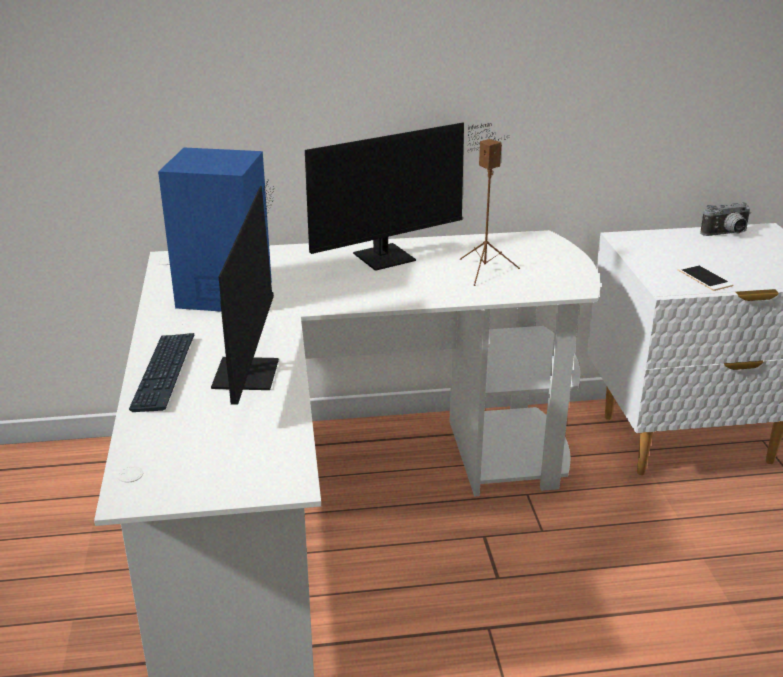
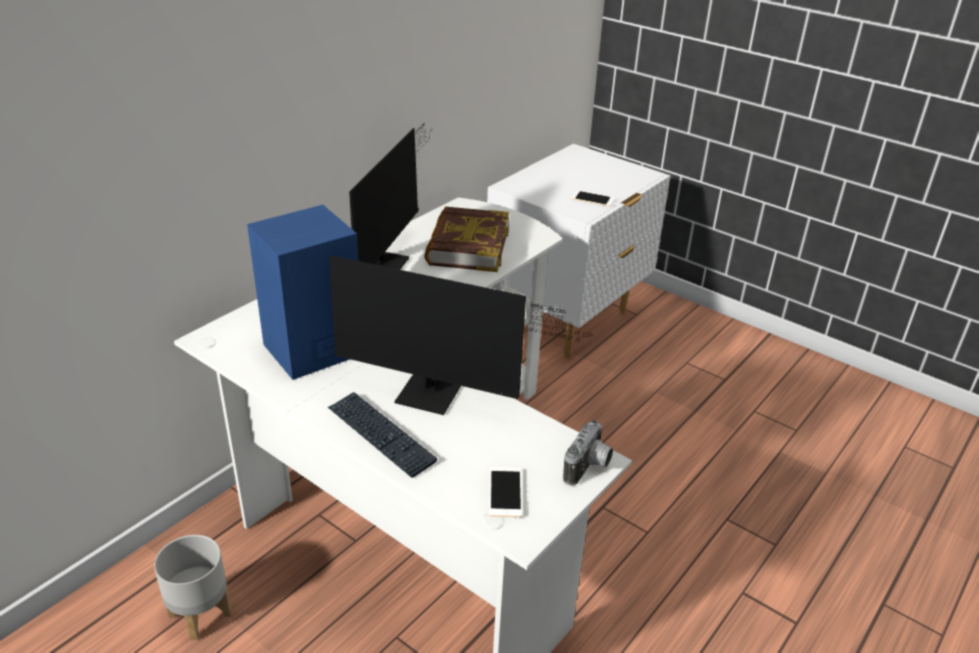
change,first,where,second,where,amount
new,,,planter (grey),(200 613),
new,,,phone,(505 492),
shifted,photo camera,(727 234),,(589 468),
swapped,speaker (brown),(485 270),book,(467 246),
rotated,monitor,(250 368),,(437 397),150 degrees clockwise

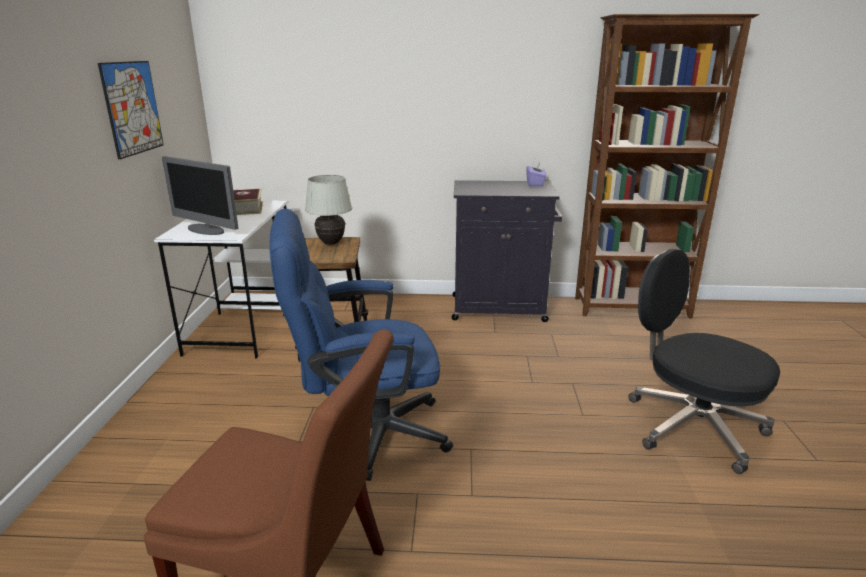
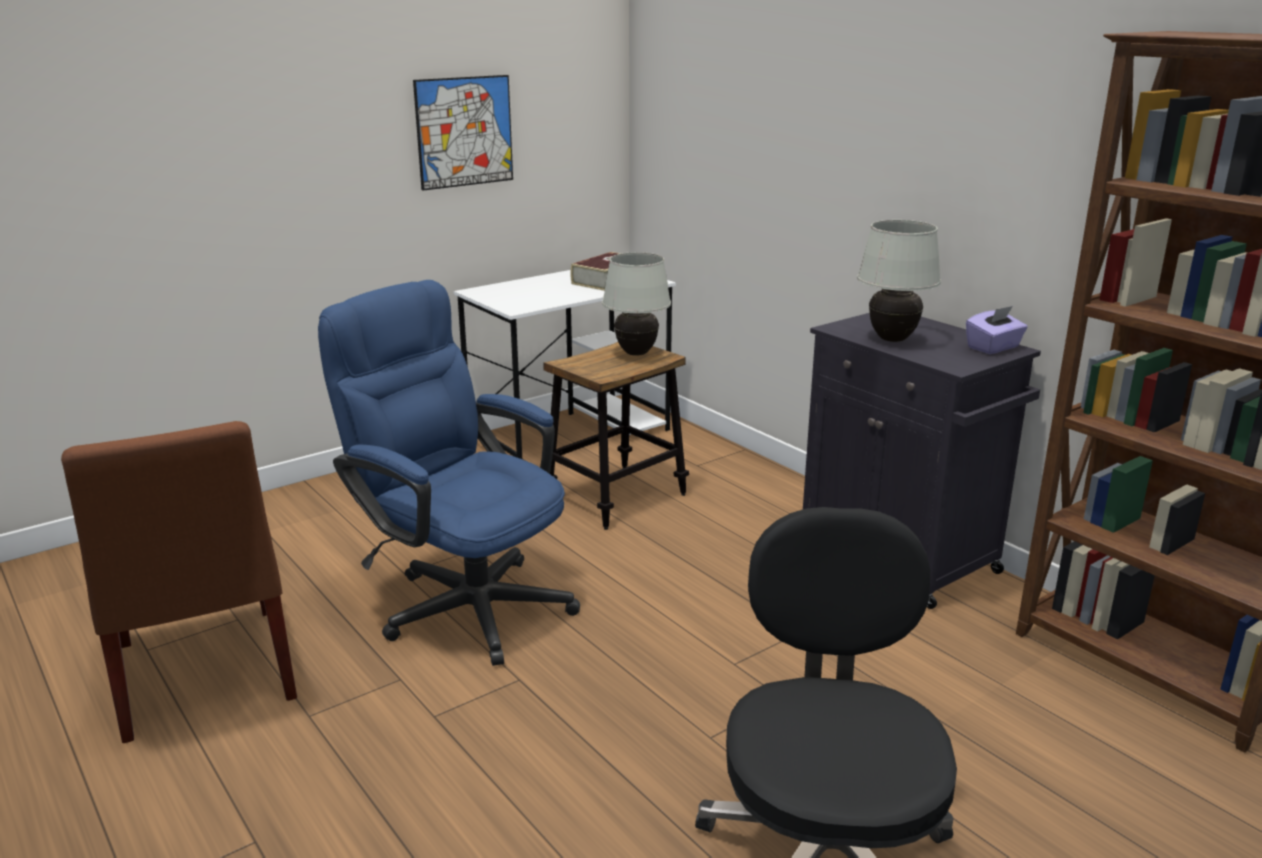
change,first,where,second,where,amount
gone,monitor,(206 230),,,
new,,,table lamp (white),(892 339),

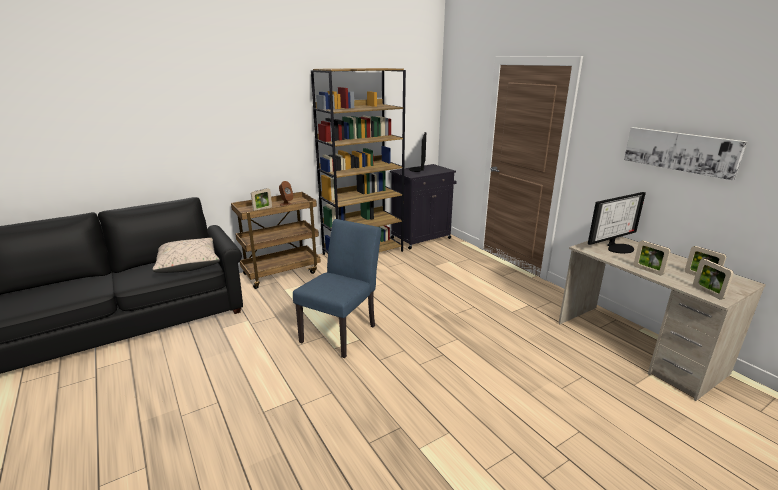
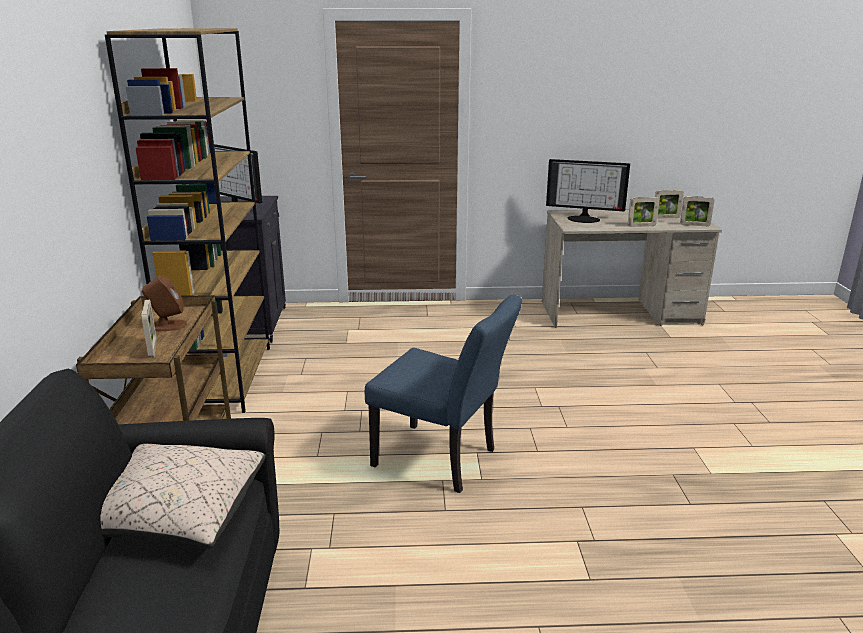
change,first,where,second,where,amount
gone,picture,(680 151),,,
rotated,chair (blue),(342 331),,(443 460),150 degrees clockwise
rotated,monitor,(618 247),,(584 218),105 degrees clockwise

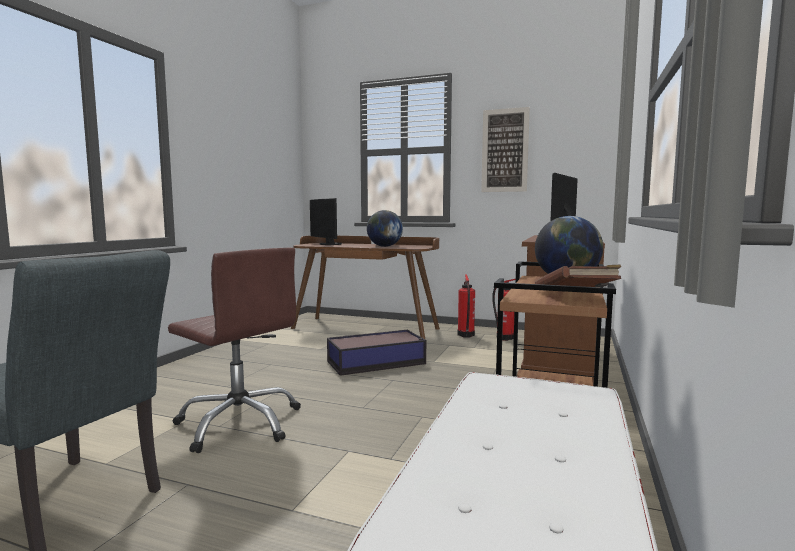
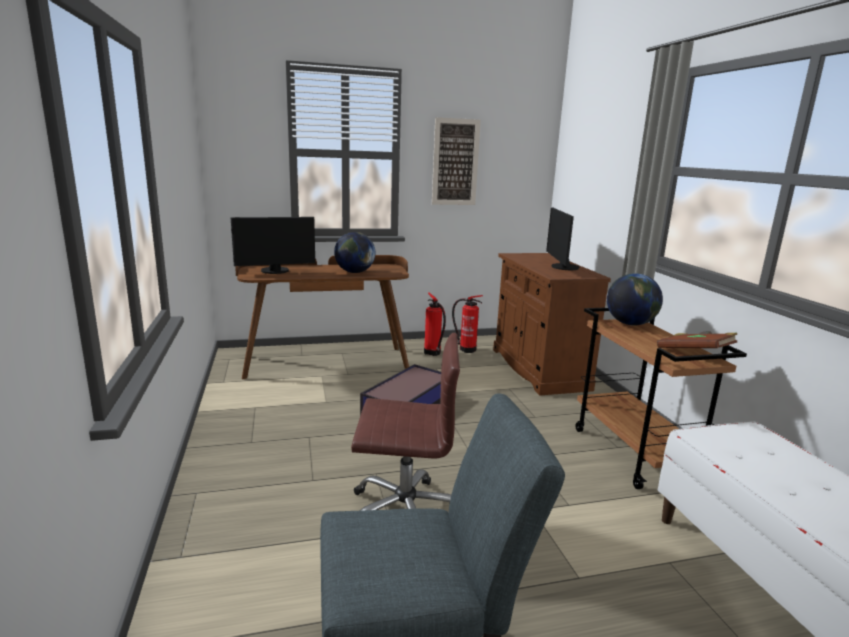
change,first,where,second,where,amount
rotated,monitor,(328 244),,(275 271),45 degrees counterclockwise

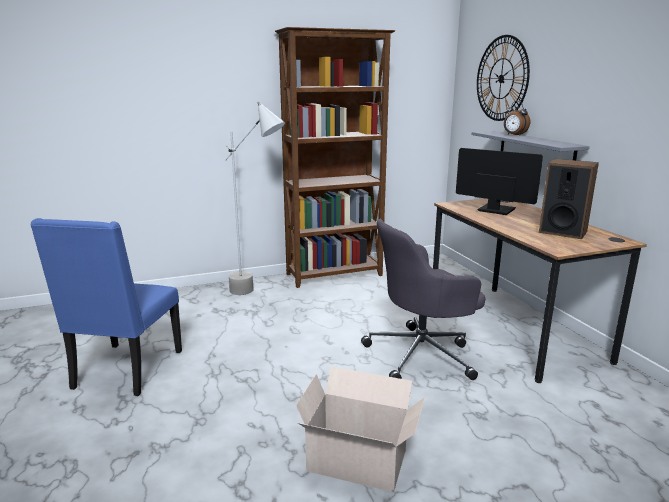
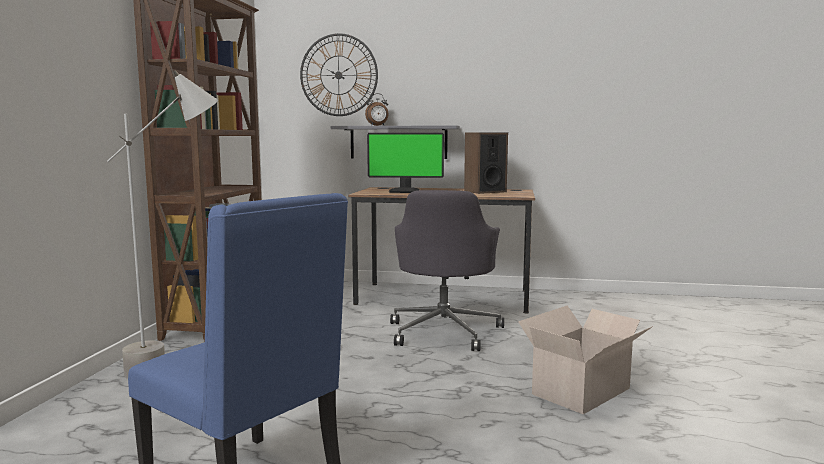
change,first,where,second,where,amount
rotated,monitor,(495 210),,(405 191),150 degrees counterclockwise

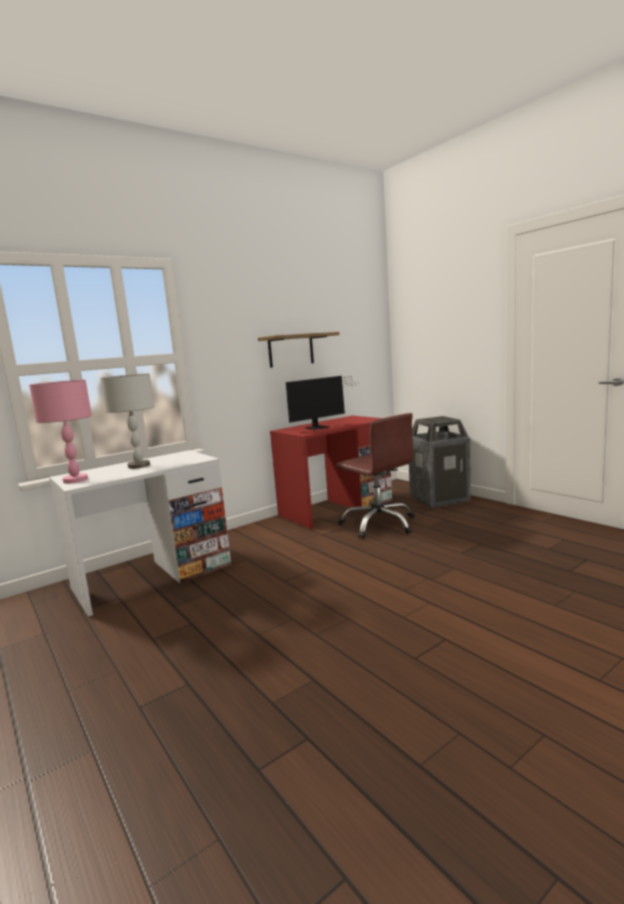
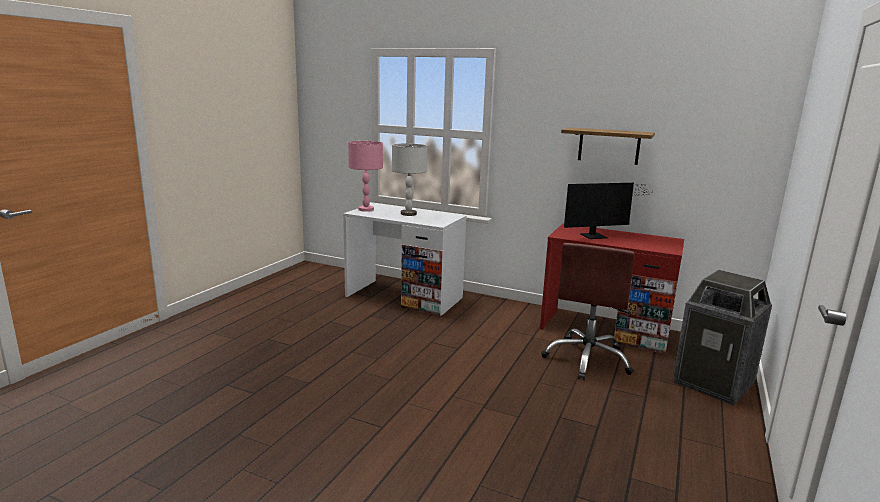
change,first,where,second,where,amount
rotated,monitor,(320 427),,(597 236),45 degrees counterclockwise

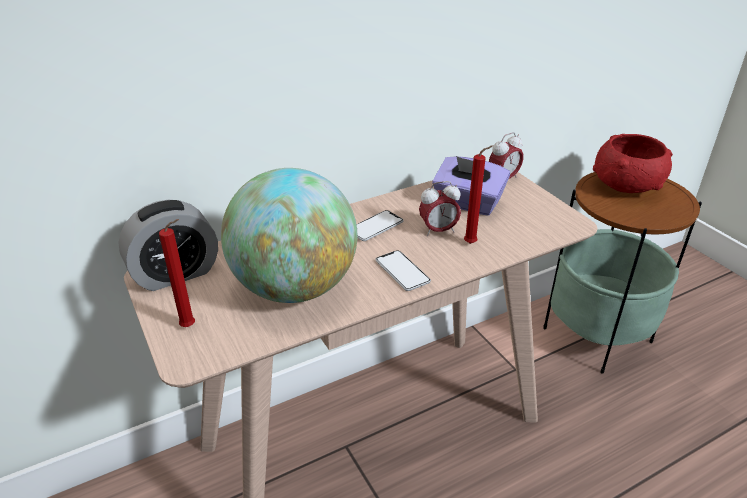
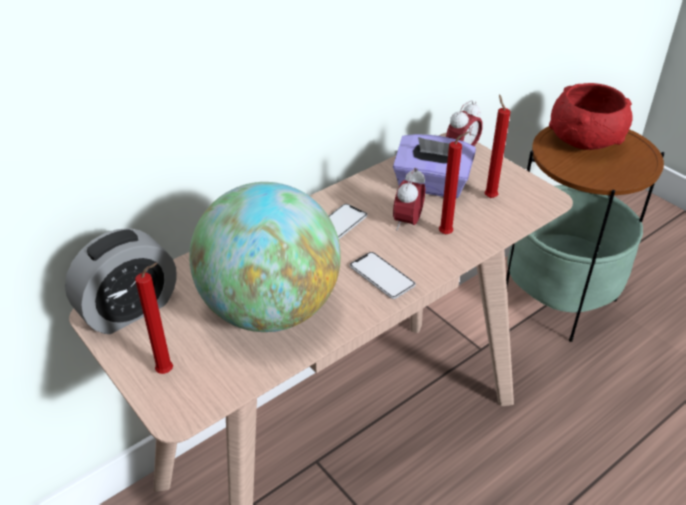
change,first,where,second,where,amount
new,,,candle (red),(489 196),
rotated,alarm clock,(438 231),,(408 222),135 degrees clockwise

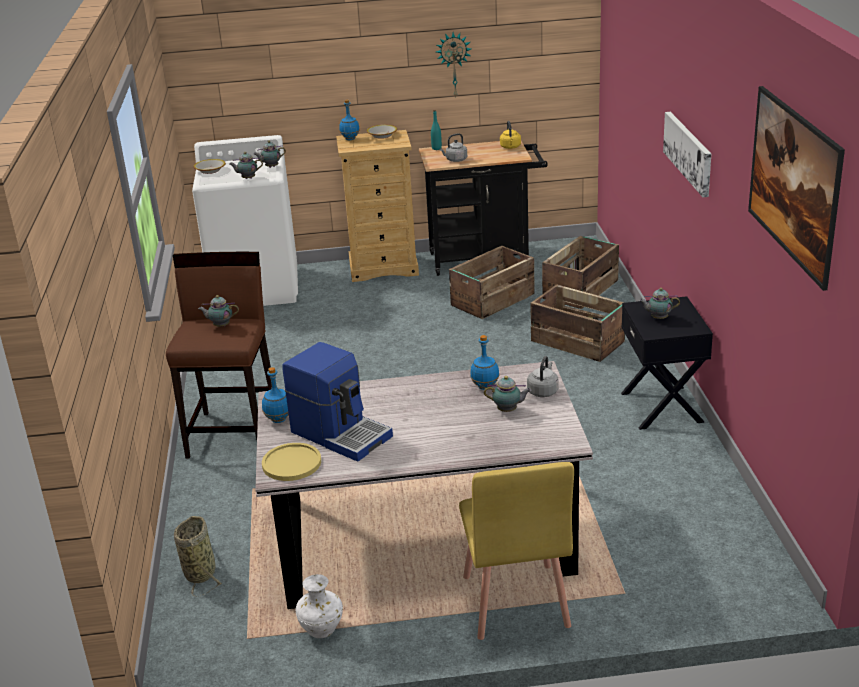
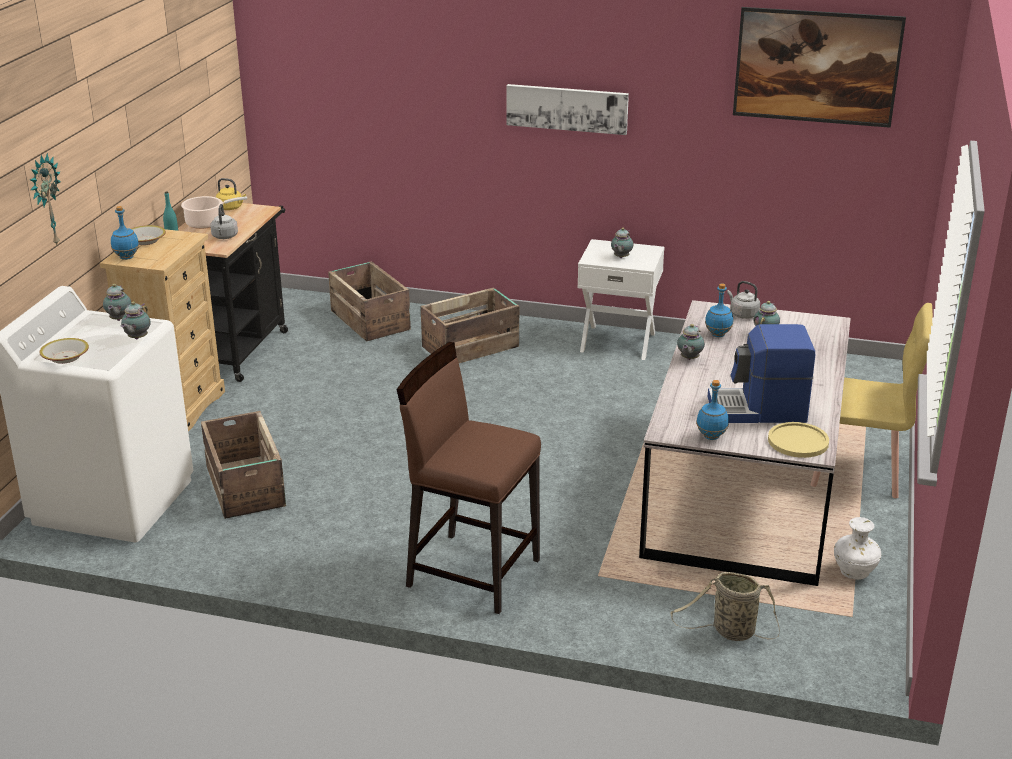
change,first,where,second,where,amount
new,,,cooking pot,(207 223),
shifted,teapot,(220 326),,(689 359),
shifted,wall clock,(453 64),,(45 200),
shifted,crate,(491 300),,(245 488),
repainted,nightstand (black),(663 407),nightstand (white),(618 341),
rotated,coffee machine,(341 433),,(758 410),150 degrees counterclockwise

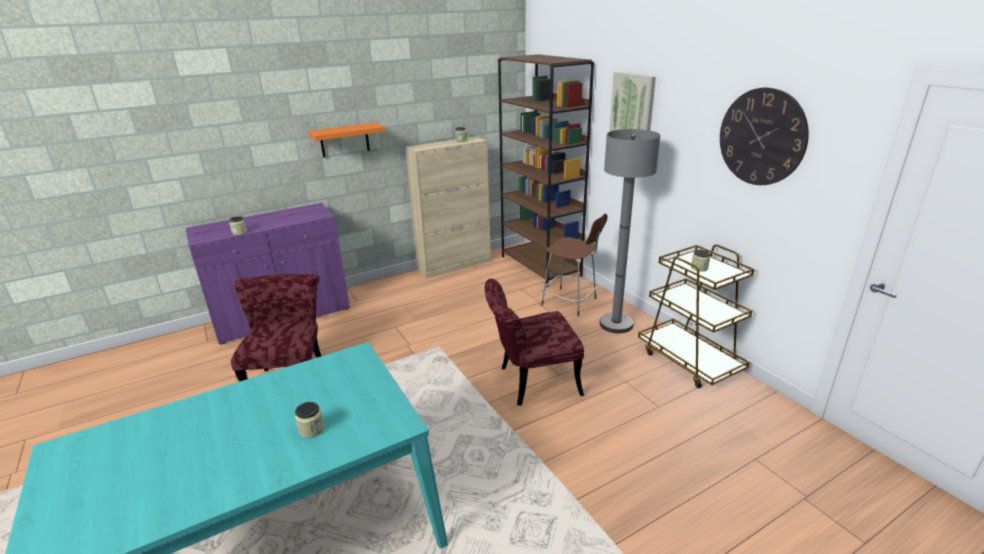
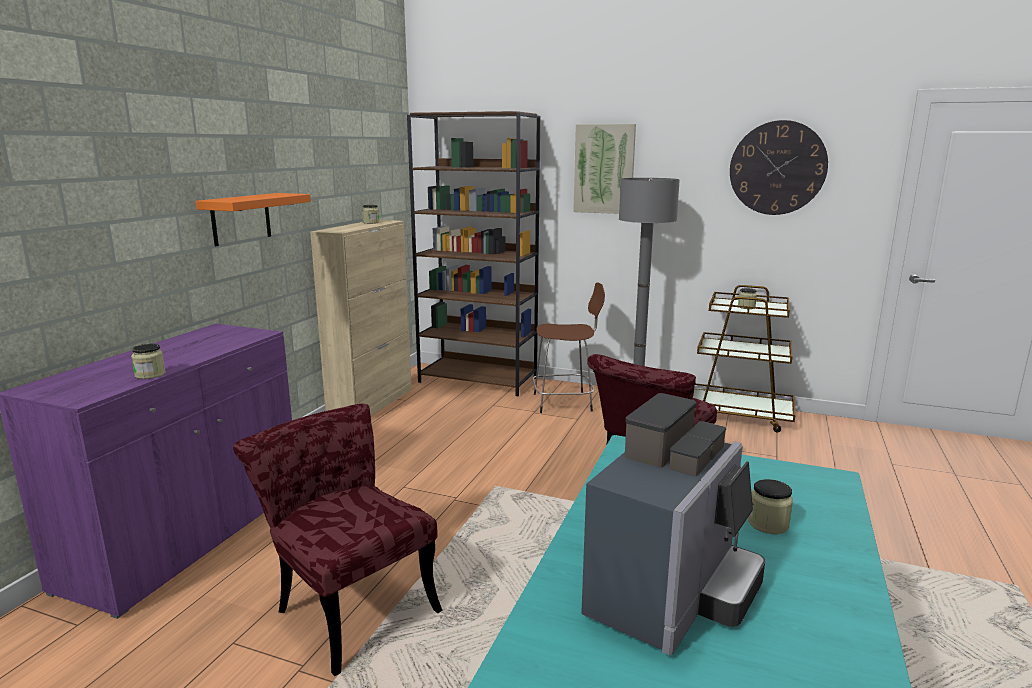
change,first,where,second,where,amount
new,,,coffee machine,(672 594),

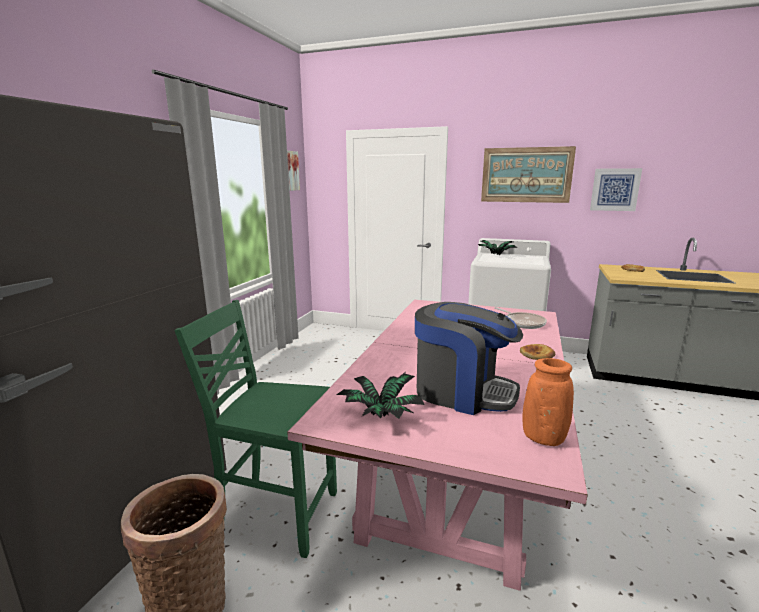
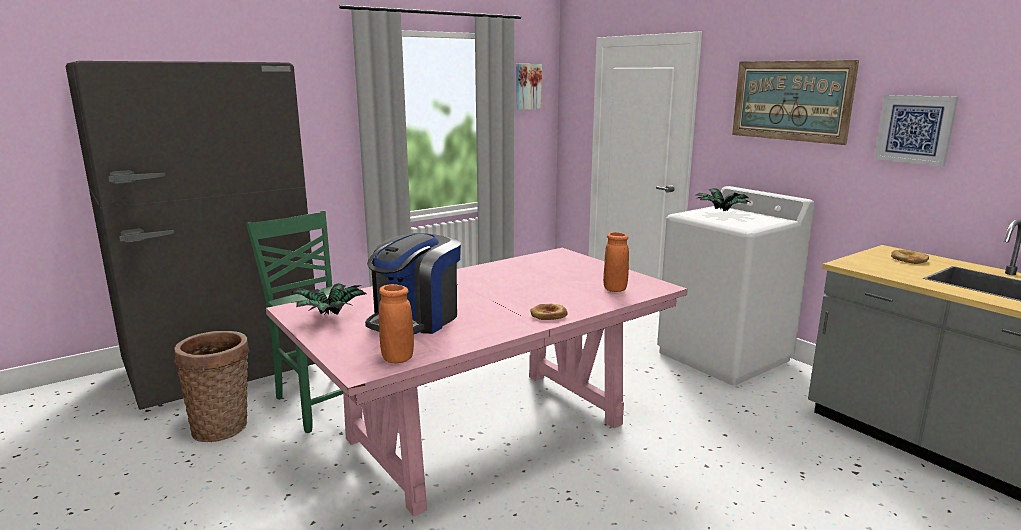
change,first,where,second,where,amount
swapped,frying pan,(523 323),vase (orange),(615 289),
rotated,coffee machine,(462 392),,(415 319),60 degrees clockwise

